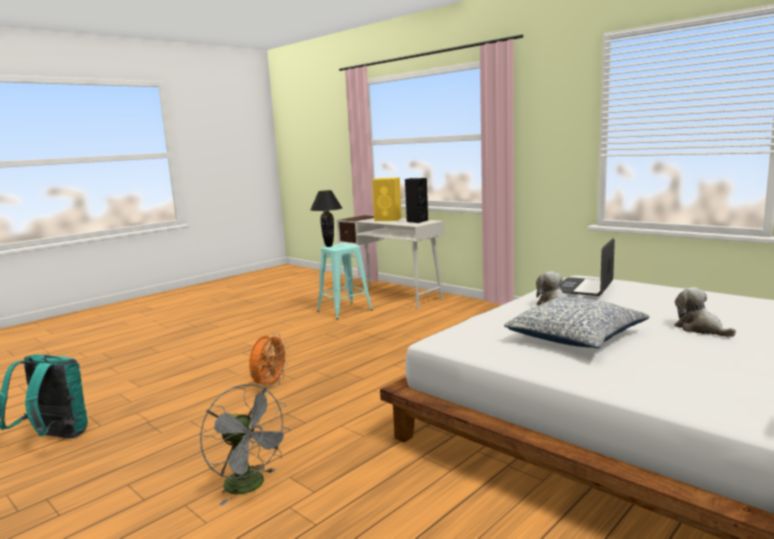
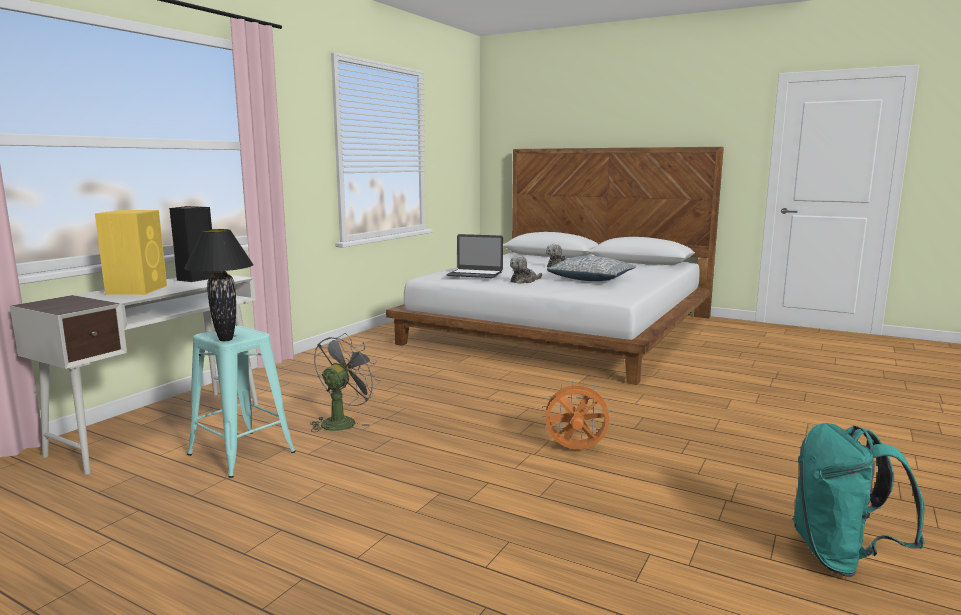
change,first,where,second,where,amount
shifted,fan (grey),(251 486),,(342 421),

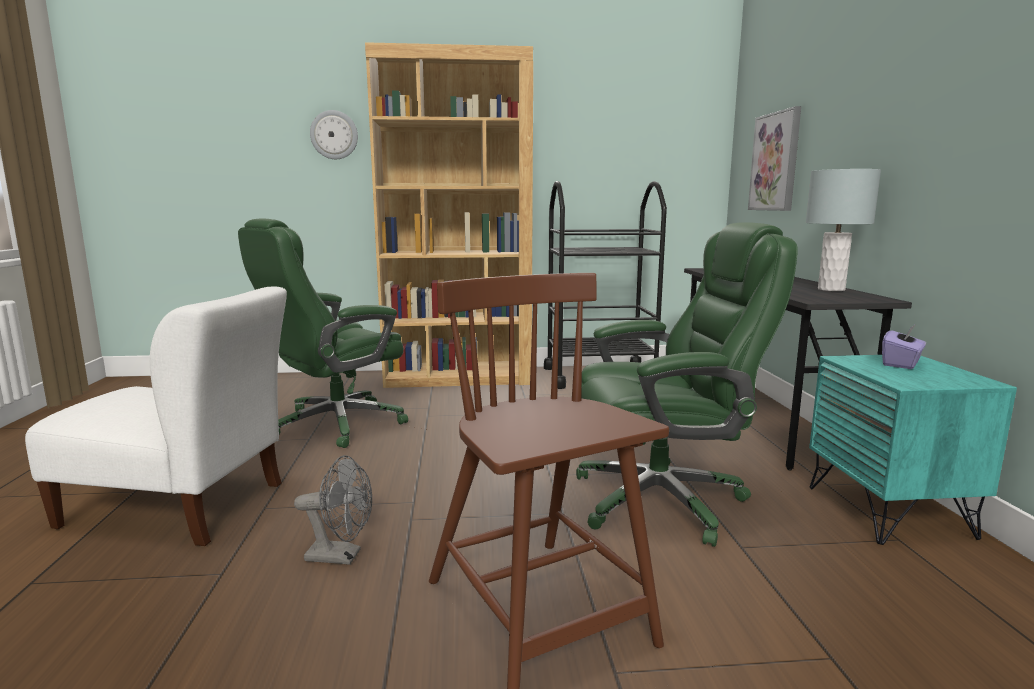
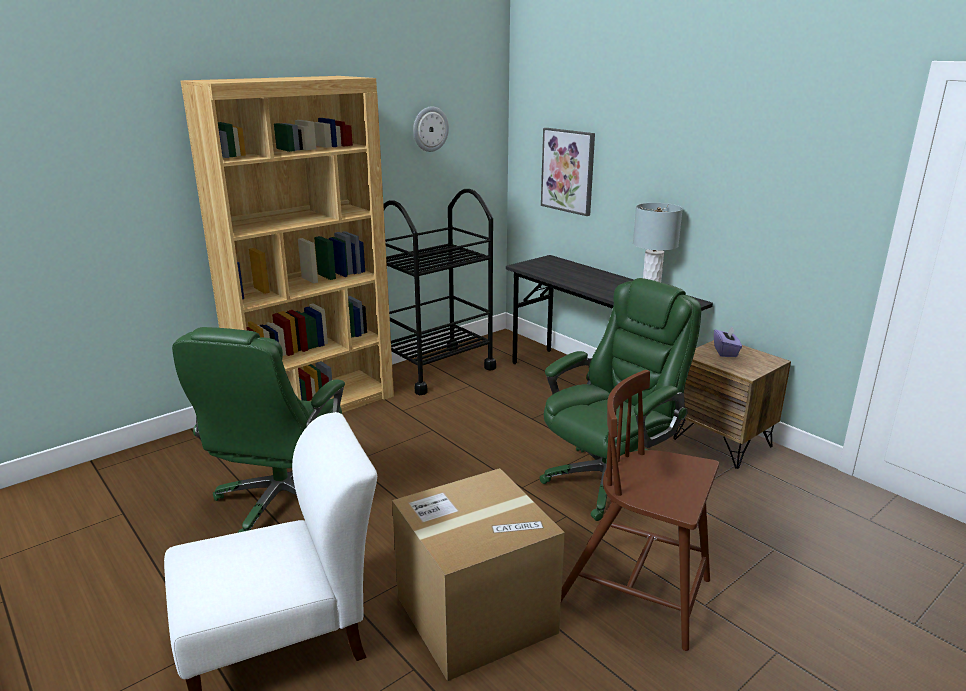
change,first,where,second,where,amount
shifted,wall clock,(334 135),,(430 129),
swapped,fan (grey),(341 556),cardboard box,(475 614),
repainted,nightstand (turquoise),(889 512),nightstand (brown),(722 442),

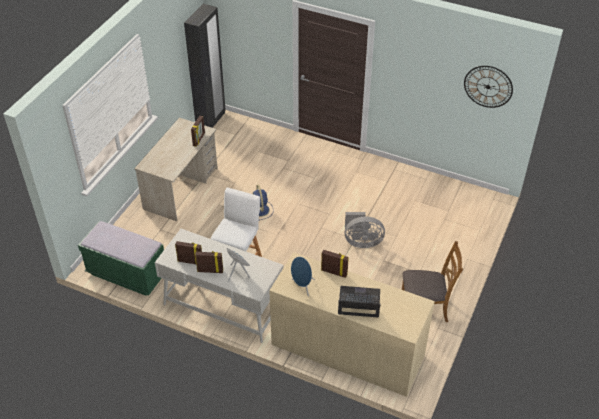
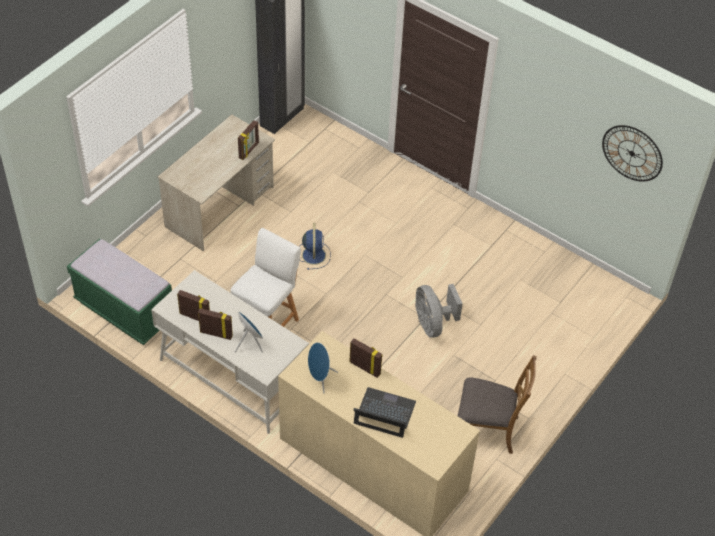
change,first,where,second,where,amount
rotated,fan (grey),(361 242),,(432 324),60 degrees clockwise

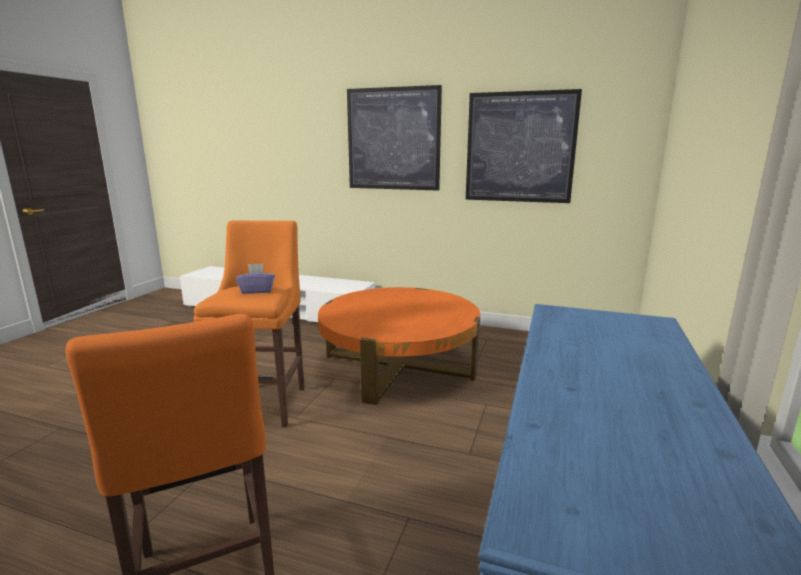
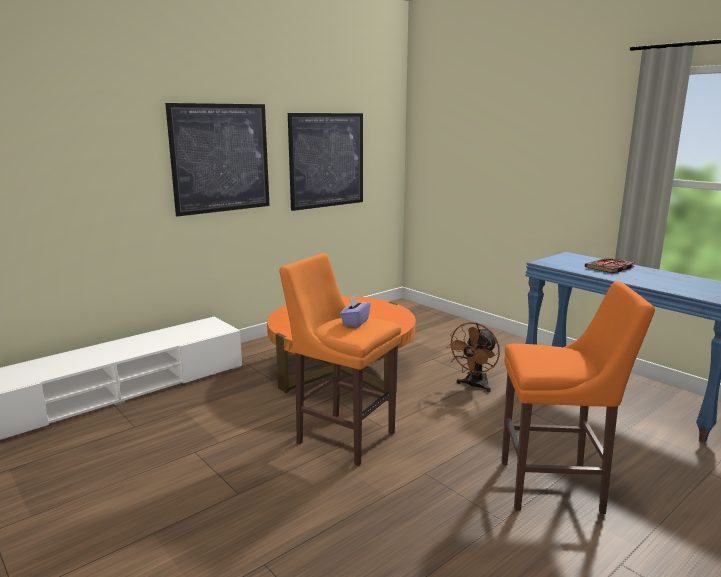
change,first,where,second,where,amount
new,,,fan (brown),(474 386),
new,,,book,(610 268),

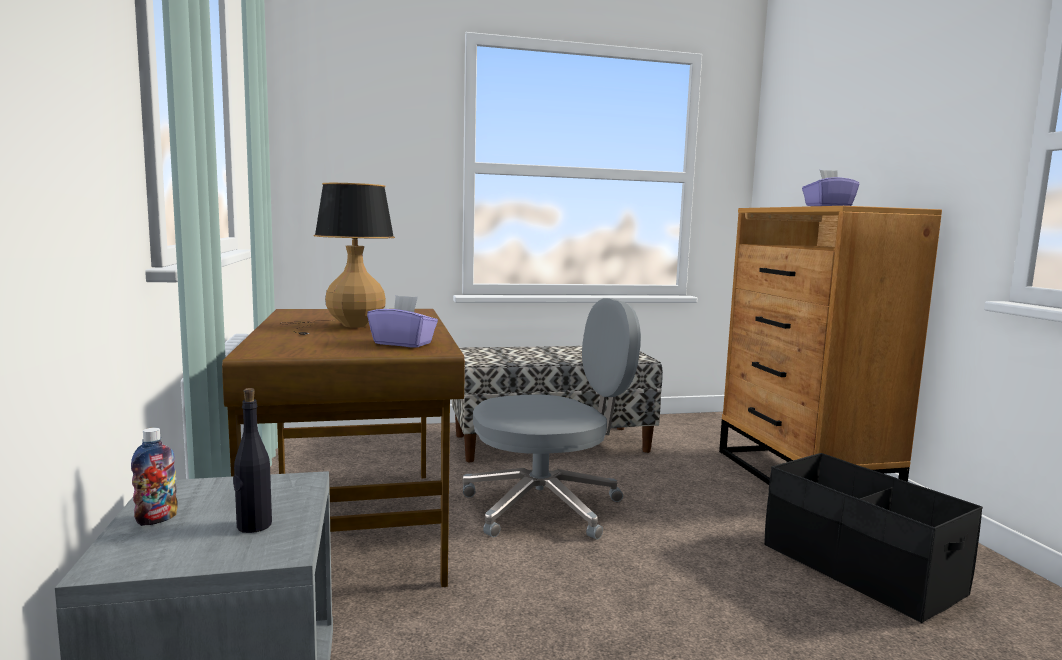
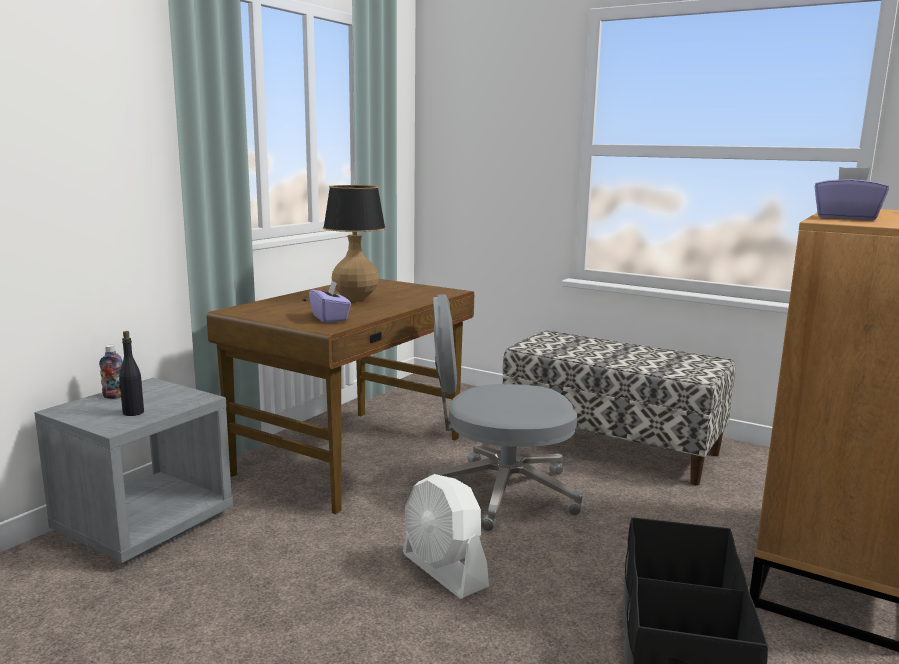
change,first,where,second,where,amount
new,,,fan (white),(444 570),
rotated,office chair (grey),(546 506),,(499 493),150 degrees clockwise

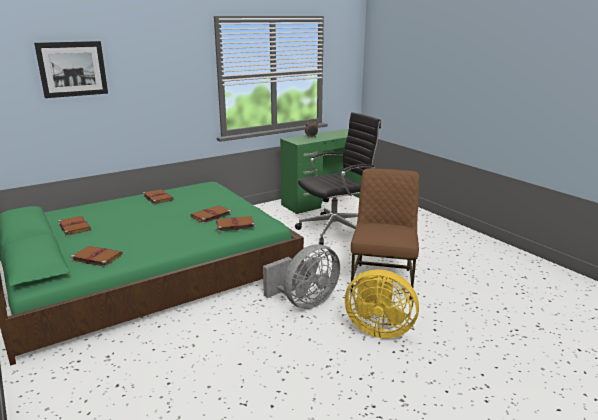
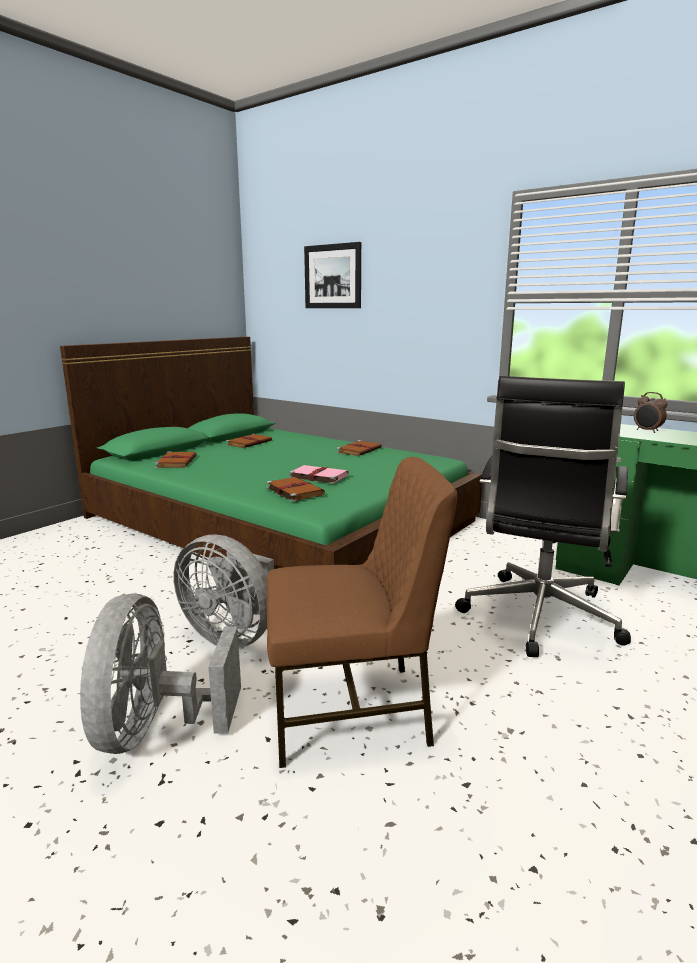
change,first,where,second,where,amount
repainted,book (brown),(210 216),book (pink),(318 476),
repainted,fan (yellow),(378 329),fan (grey),(156 729),
rotated,office chair (black),(336 229),,(539 618),75 degrees clockwise

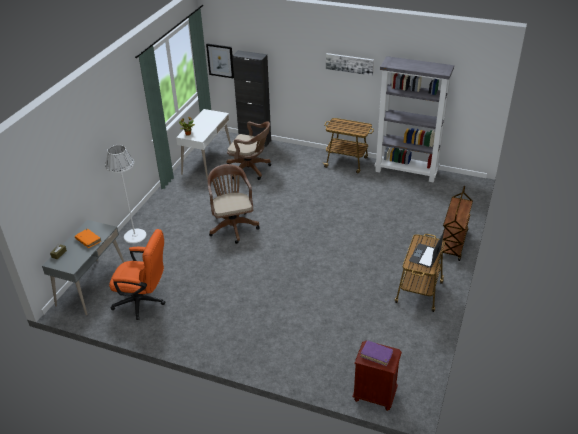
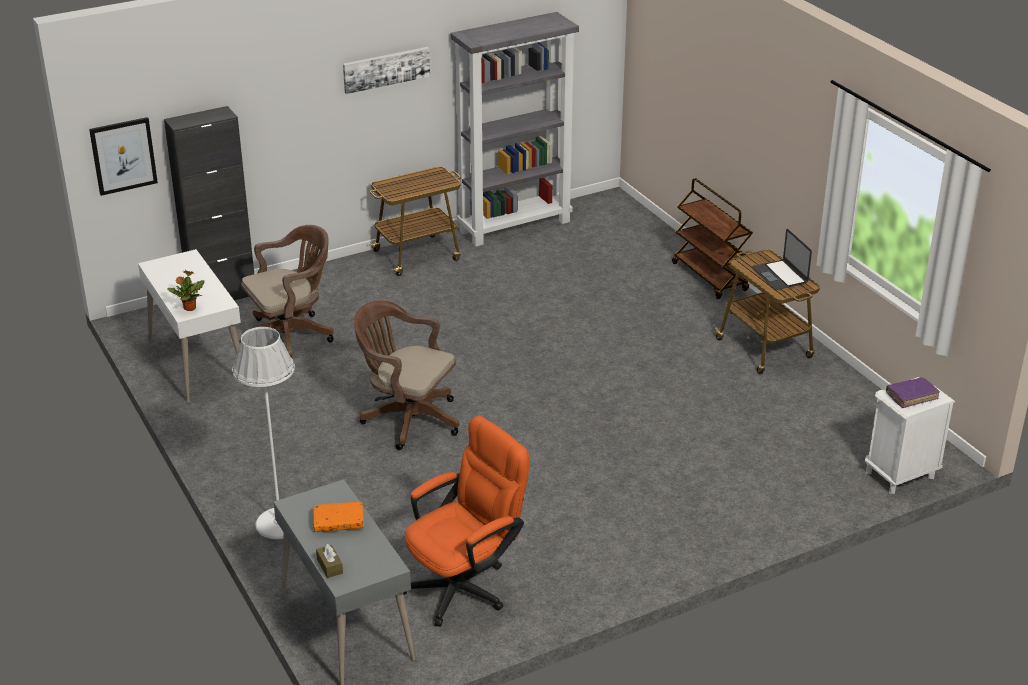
change,first,where,second,where,amount
repainted,nightstand (brown),(374 395),nightstand (white),(899 475),

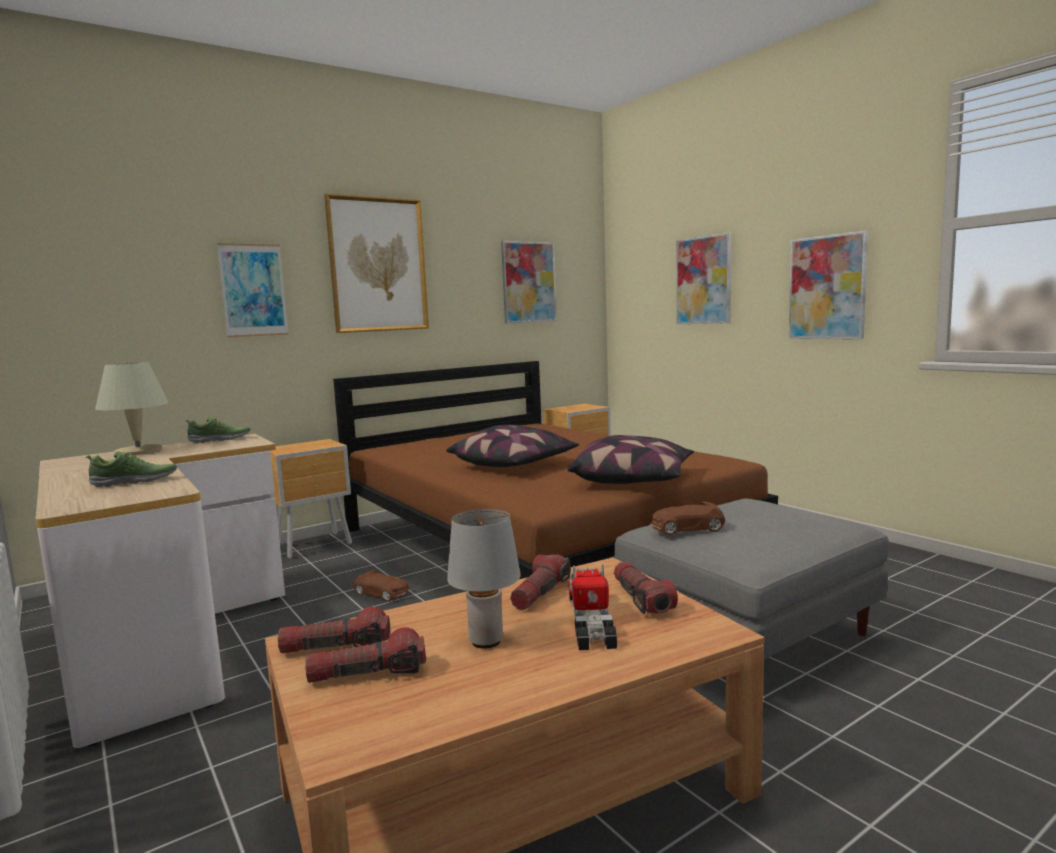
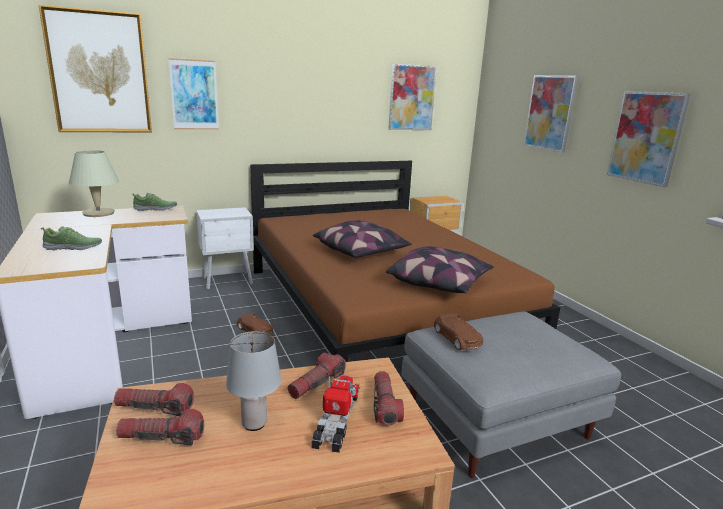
change,first,where,second,where,amount
shifted,picture,(378 265),,(99 73),
repainted,nightstand (brown),(315 545),nightstand (white),(229 281),
rotated,toy car (brown),(686 528),,(457 338),120 degrees counterclockwise

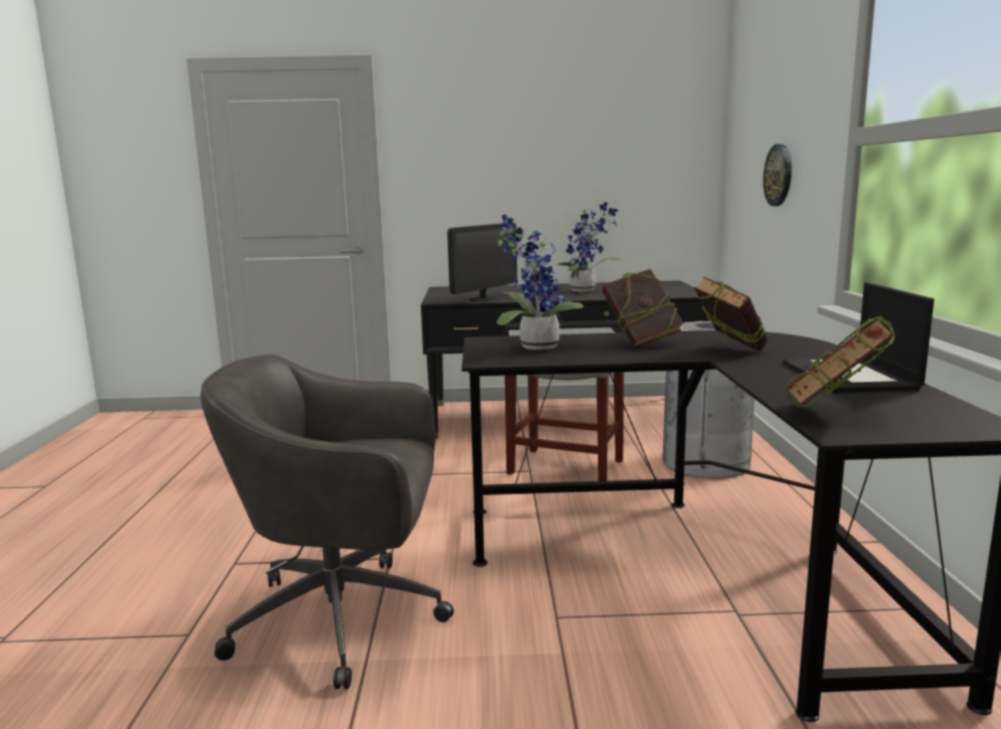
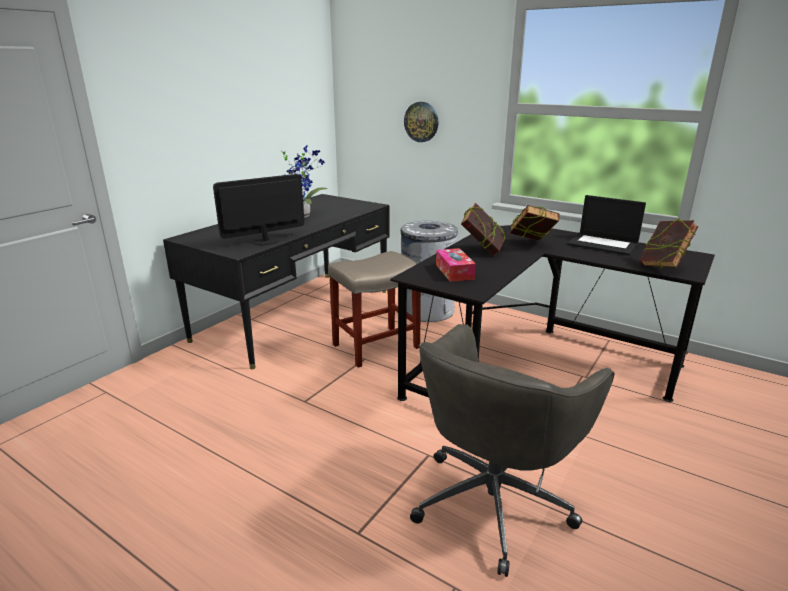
change,first,where,second,where,amount
swapped,potted plant,(534 346),tissue box,(454 271),
rotated,monitor,(483 299),,(265 241),105 degrees counterclockwise

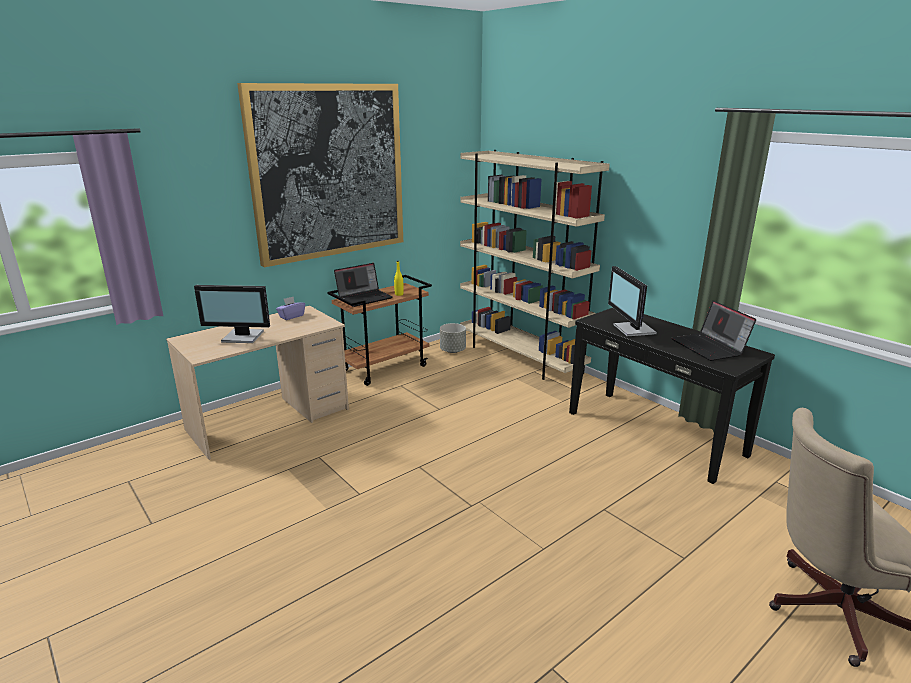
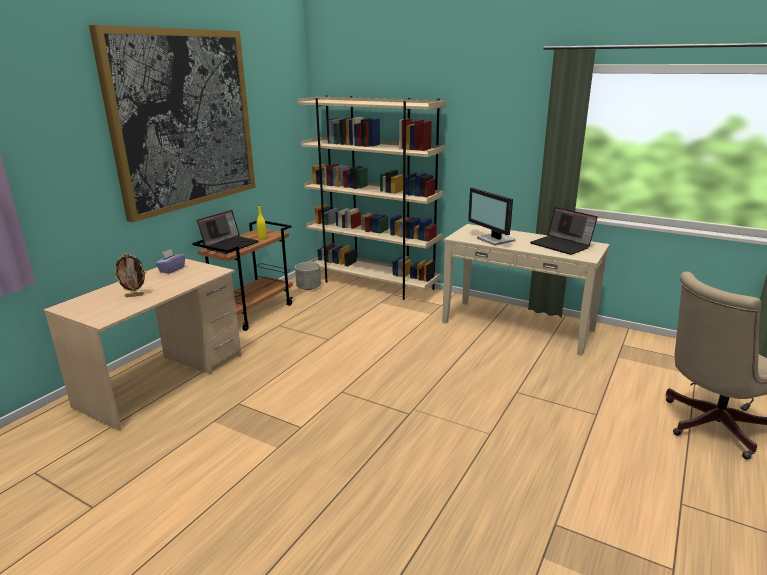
change,first,where,second,where,amount
swapped,monitor,(242 337),picture frame,(134 295),
repainted,console table (black),(654 433),console table (beige),(517 326),

